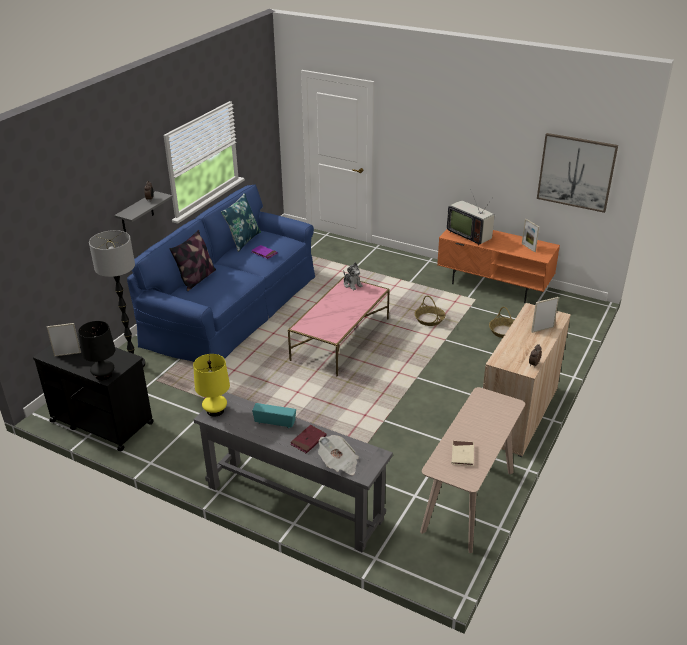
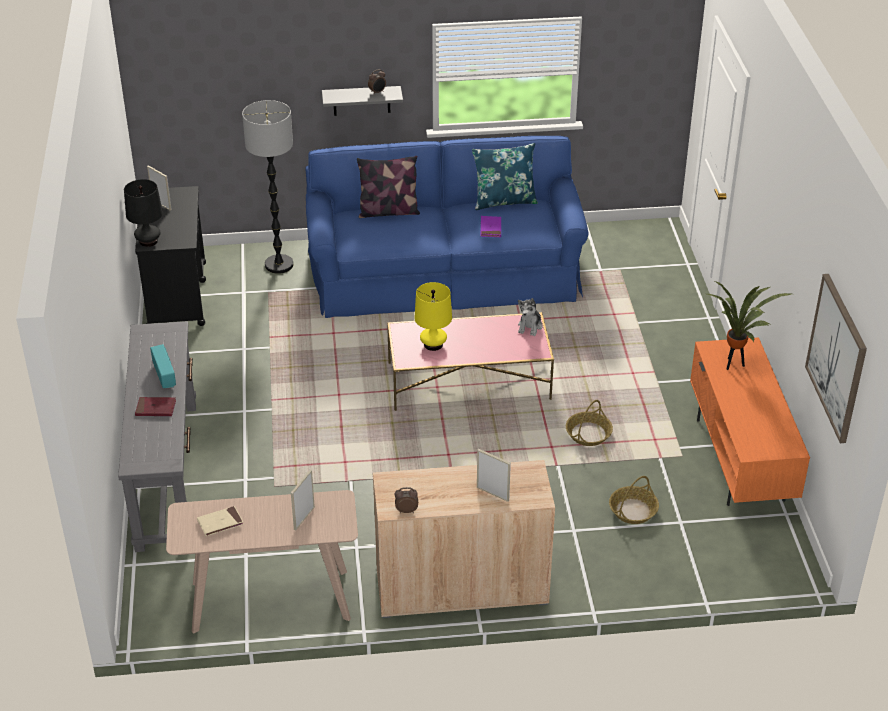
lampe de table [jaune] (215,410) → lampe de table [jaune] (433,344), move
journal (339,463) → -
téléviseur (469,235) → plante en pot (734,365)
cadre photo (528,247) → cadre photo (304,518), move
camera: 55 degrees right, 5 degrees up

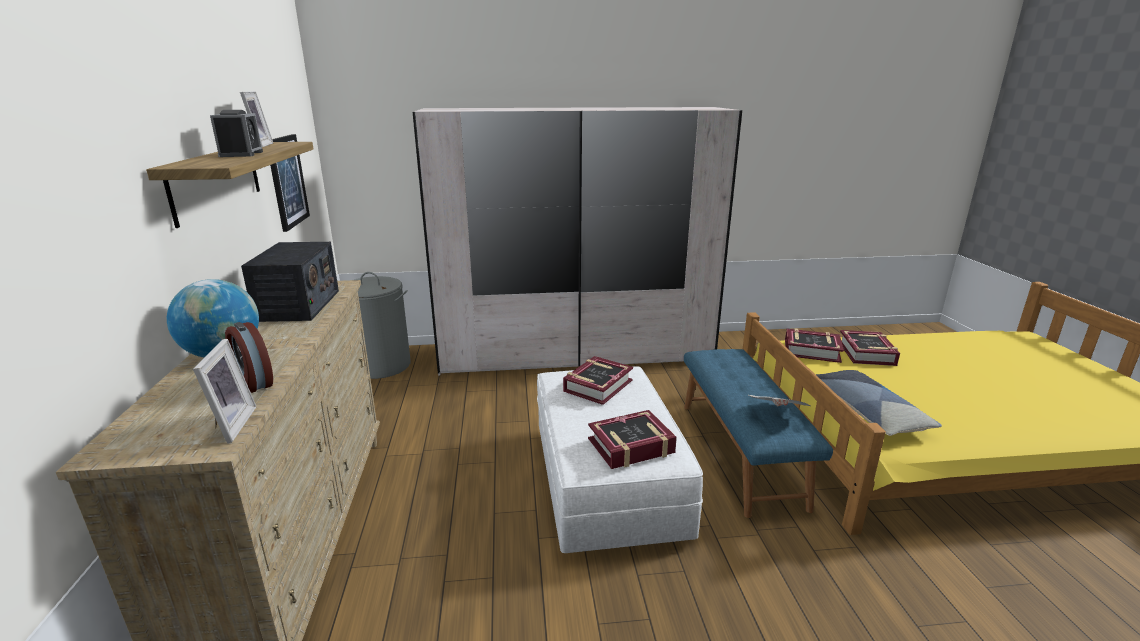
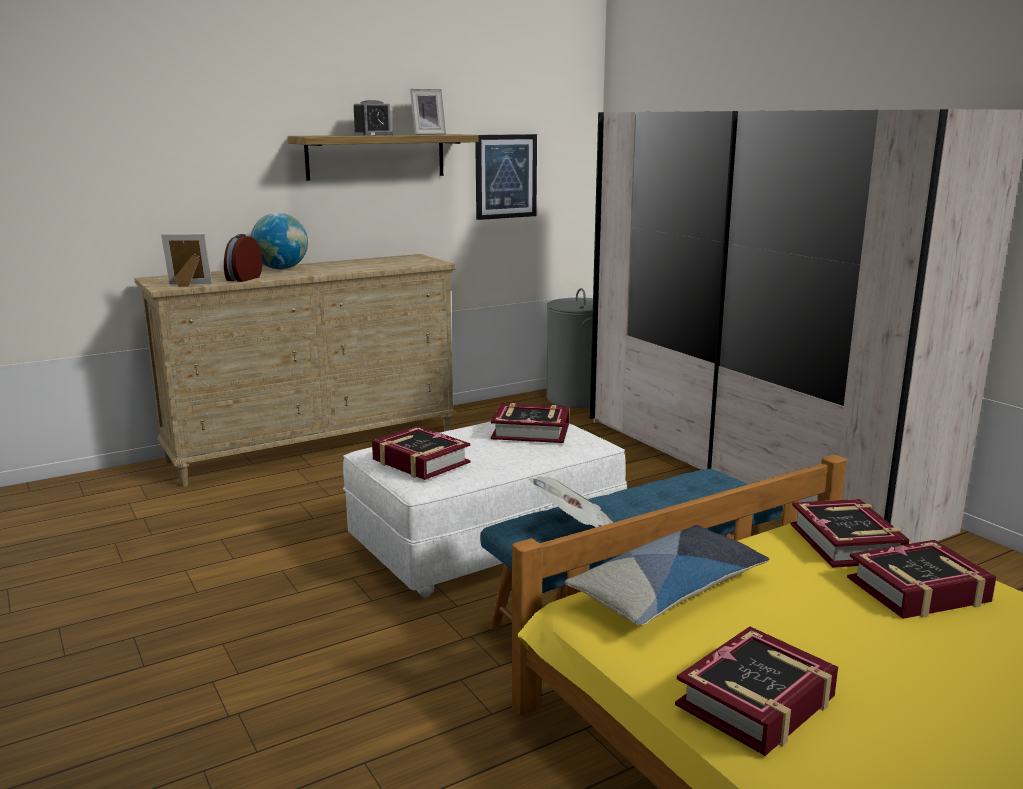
cadre photo (229,425) → cadre photo (188,285), 150 degrees counterclockwise
radio (298,305) → -
- → livre (757,702)
camera: 65 degrees right, 5 degrees down

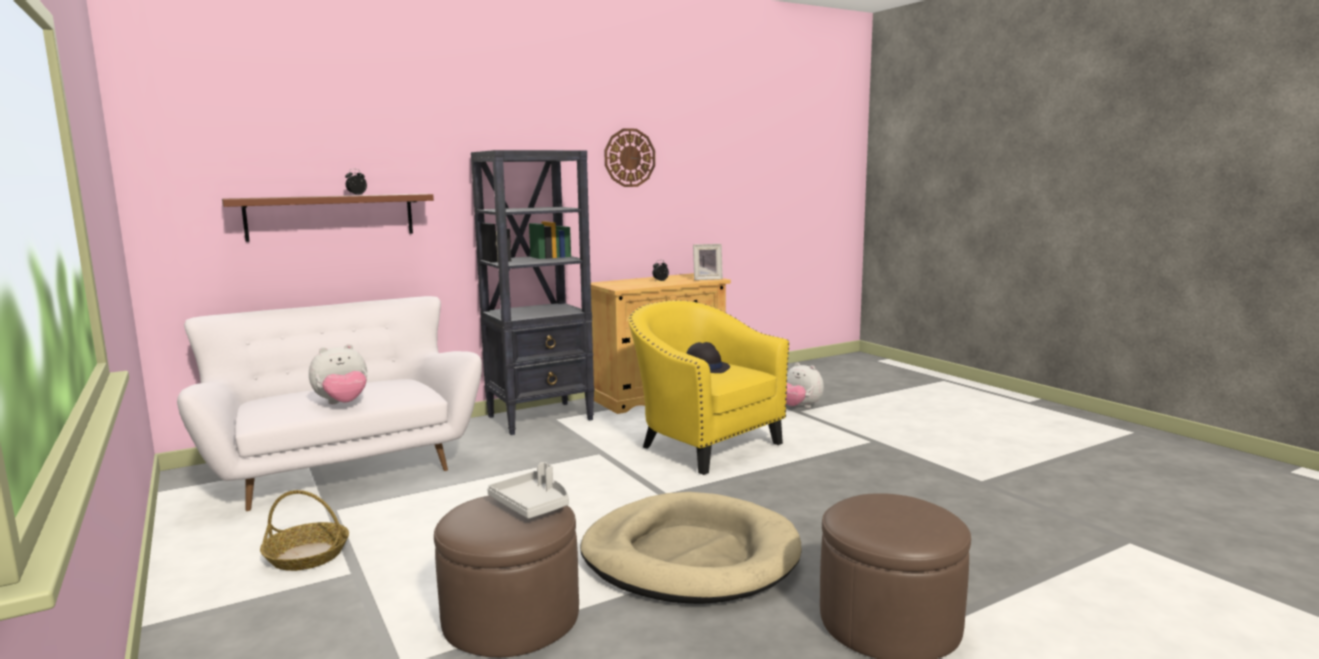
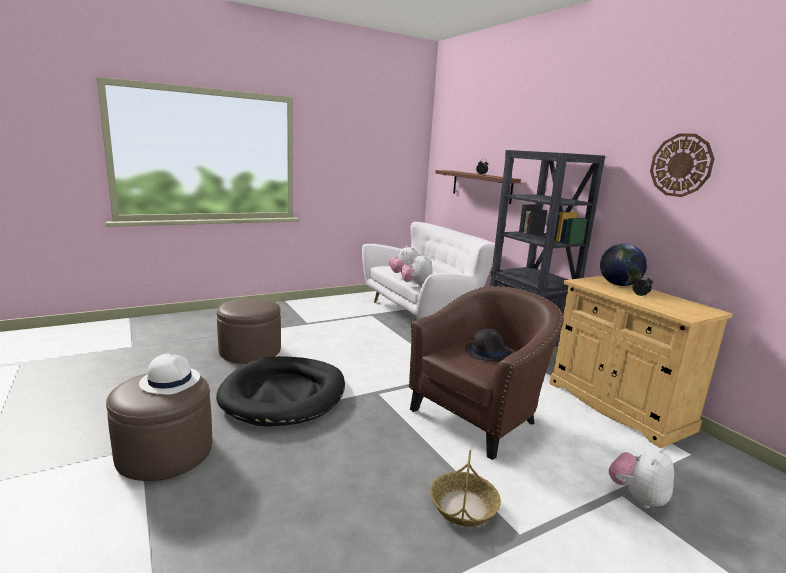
panier (307,555) → panier (463,507), move
plateau [gris] (532,505) → -
panier pour chien [beige] (690,556) → panier pour chien [noir] (284,394)
fauteuil [jaune] (703,445) → fauteuil [marron] (480,416)
cadre photo (707,279) → -
- → chapeau [blanc] (170,381)
- → peluche (416,284)
- → globe (619,285)
camera: 90 degrees right, 5 degrees up

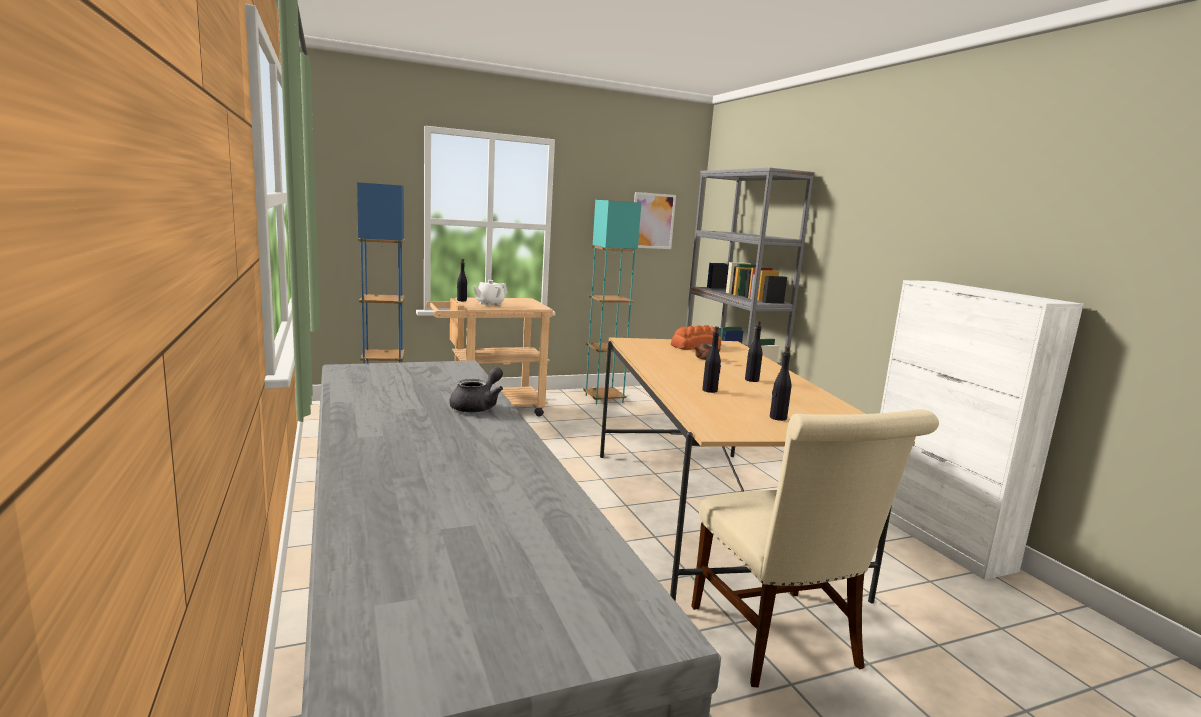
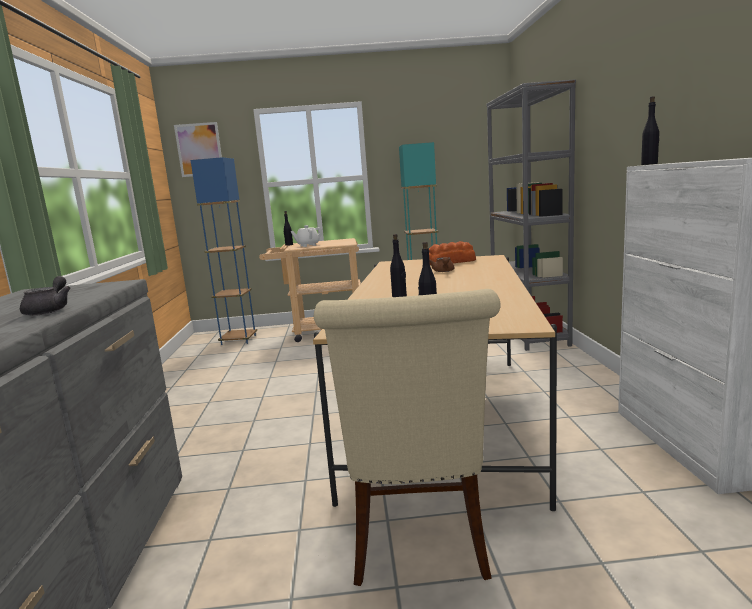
théière [gris] (478,406) → théière [gris] (50,310), 45 degrees counterclockwise
tableau (653,221) → tableau (199,149), move
bouteille [noir] (752,380) → bouteille [noir] (649,164), move
camera: 20 degrees right, 0 degrees up

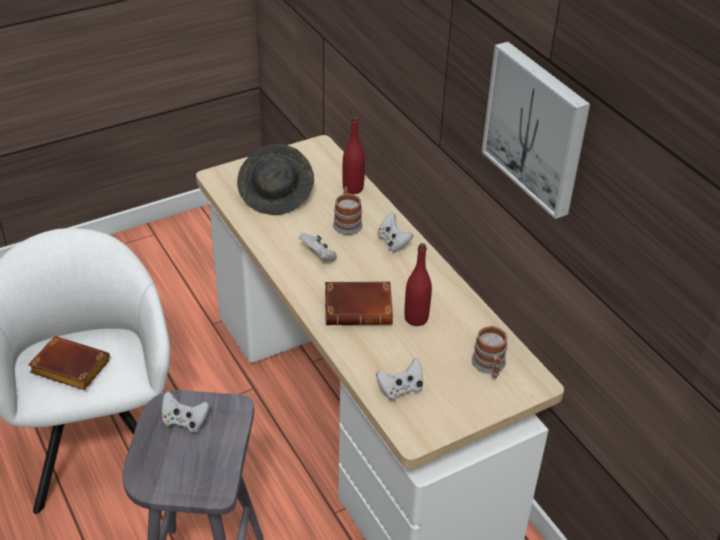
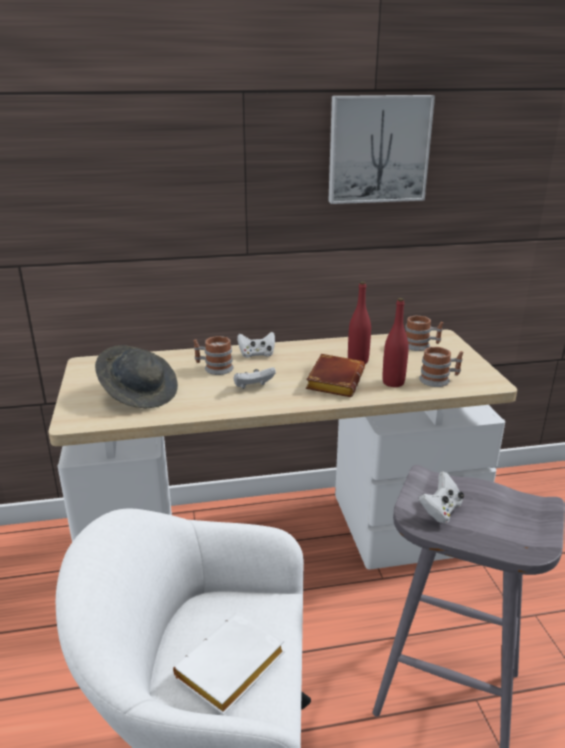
livre [marron] (67,368) → livre [blanc] (230,670)
bouteille [rouge] (353,188) → bouteille [rouge] (393,382), move
manette [blanc] (400,389) → mug (439,380)
camera: 70 degrees left, 15 degrees down

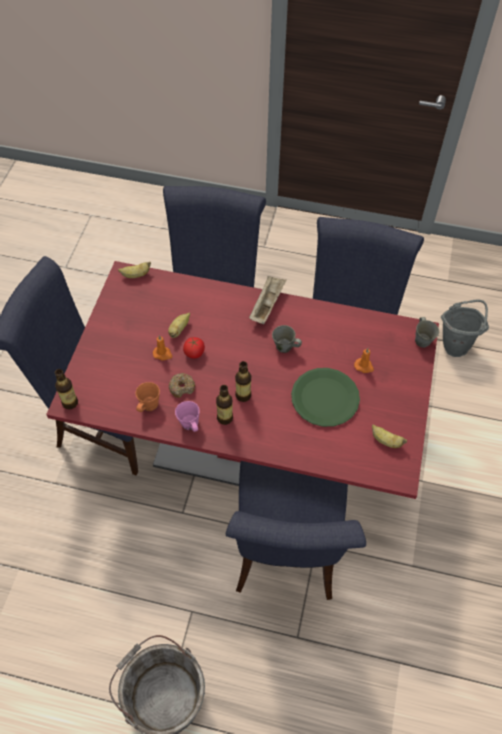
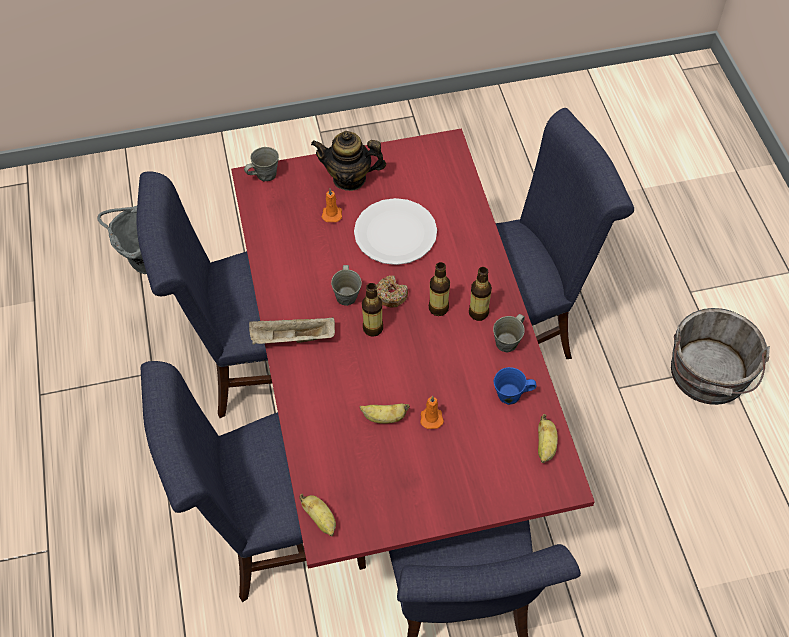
bouteille (70,403) → bouteille (373,328), move
mug [orange] (148,405) → mug [bleu] (510,395)
beignet (182,387) → beignet (391,295), move
mug [rose] (189,424) → mug [gris] (508,342)
tomate (194,353) → -
assiette [vert] (325,398) → assiette [blanc] (395,233)
banane (385,441) → banane (545,446), move
- → théière (349,178)
camera: 115 degrees left, 0 degrees up

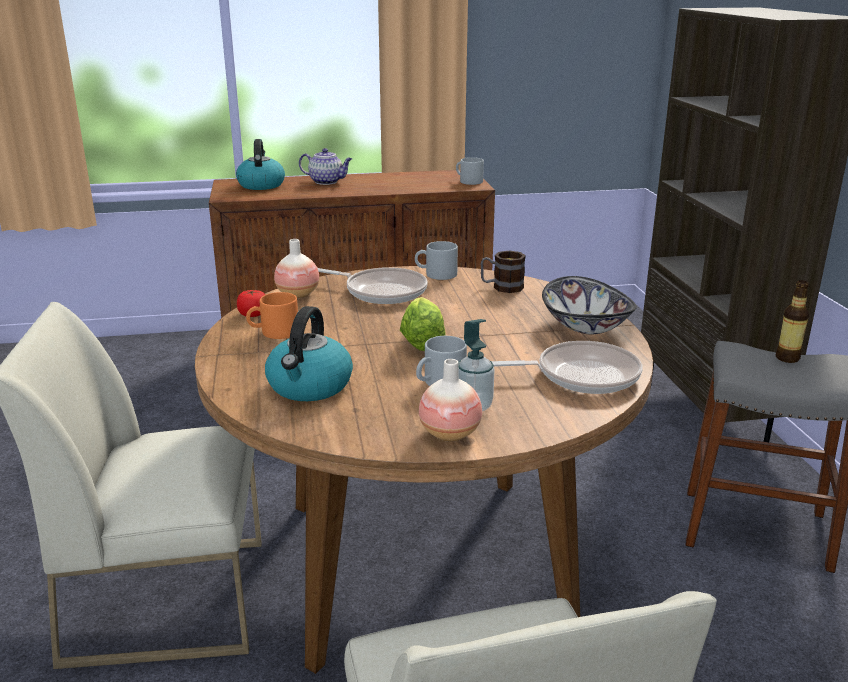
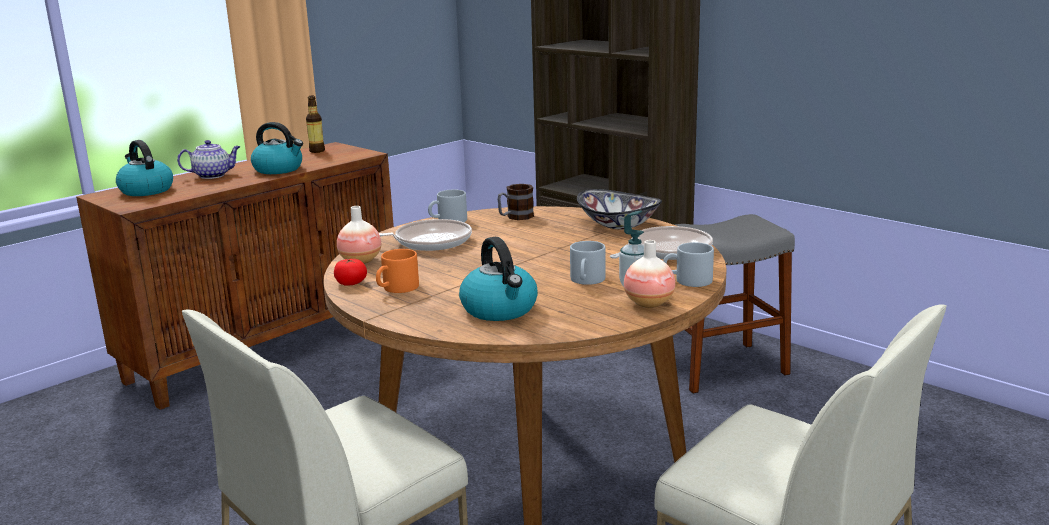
laitue (423,339) → -
mug [gris] (468,181) → mug [gris] (687,281), move
bouteille (787,358) → bouteille (317,151), move
- → bouilloire (279,169)
camera: 35 degrees left, 5 degrees down

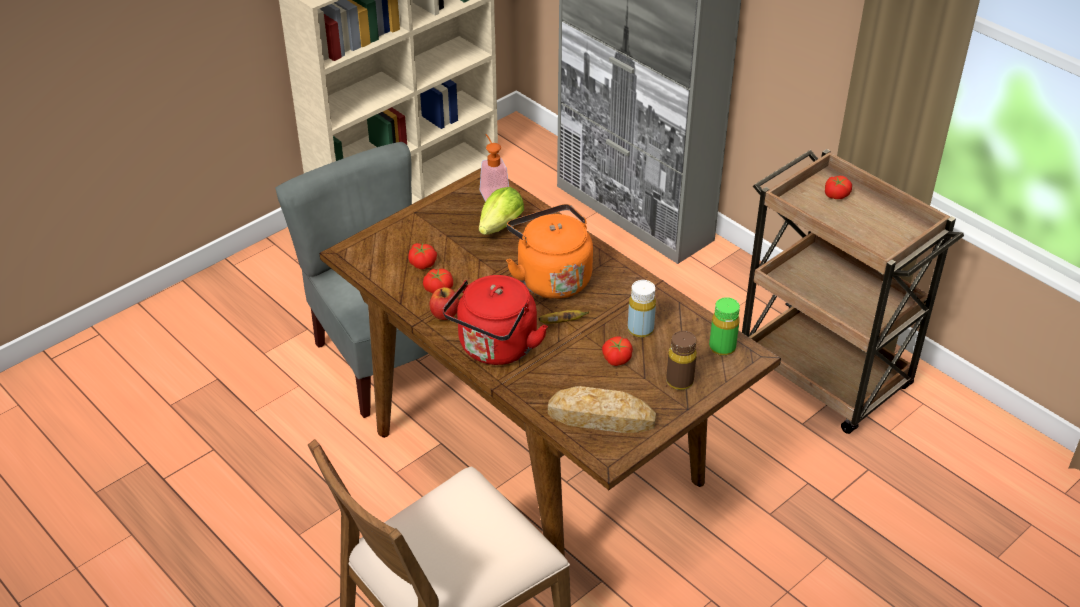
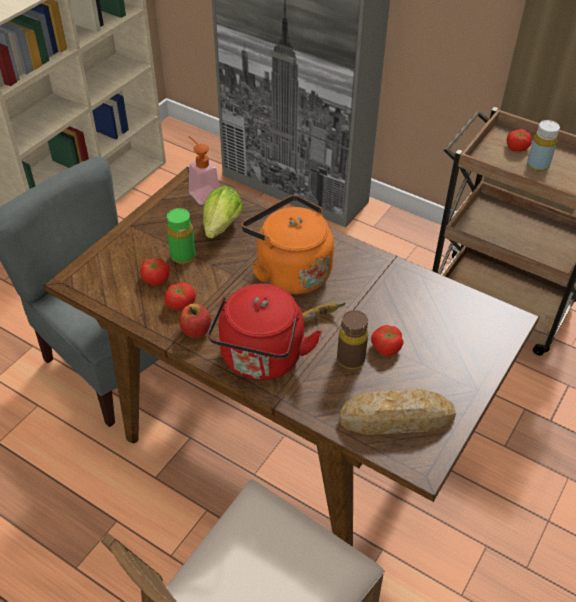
bouteille [jaune] (640,330) → bouteille [jaune] (537,166), move
bouteille [marron] (679,381) → bouteille [marron] (350,359), move
bouteille [vert] (722,348) → bouteille [vert] (183,256), move
camera: 15 degrees left, 5 degrees up

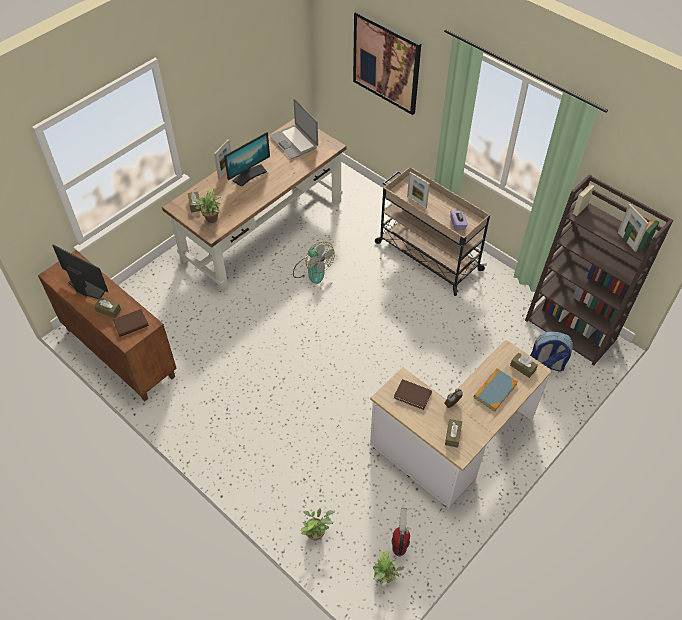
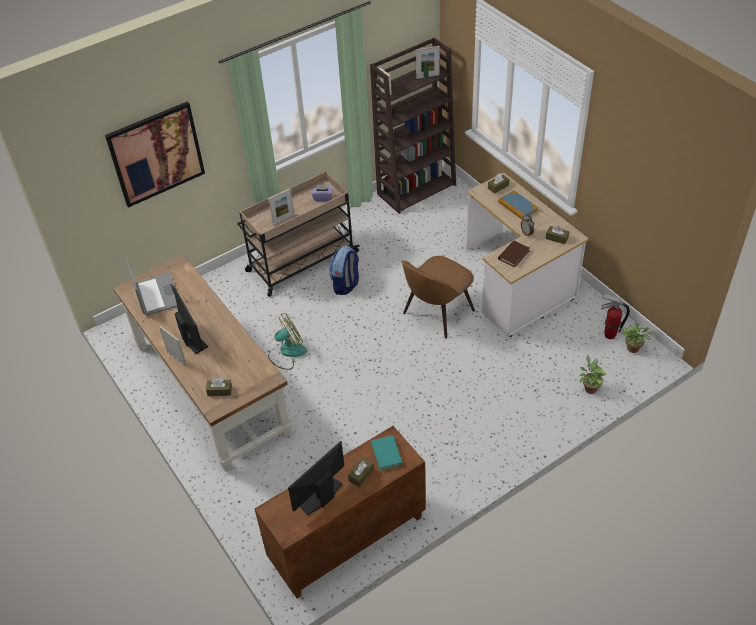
livre [marron] (131,324) → livre [turquoise] (386,454)
plante en pot (210,220) → -
ordinateur portable (294,142) → ordinateur portable (156,295), 90 degrees counterclockwise
sac à dos (546,364) → sac à dos (346,284), move
- → chaise [marron] (436,314)
camera: 75 degrees left, 5 degrees down

